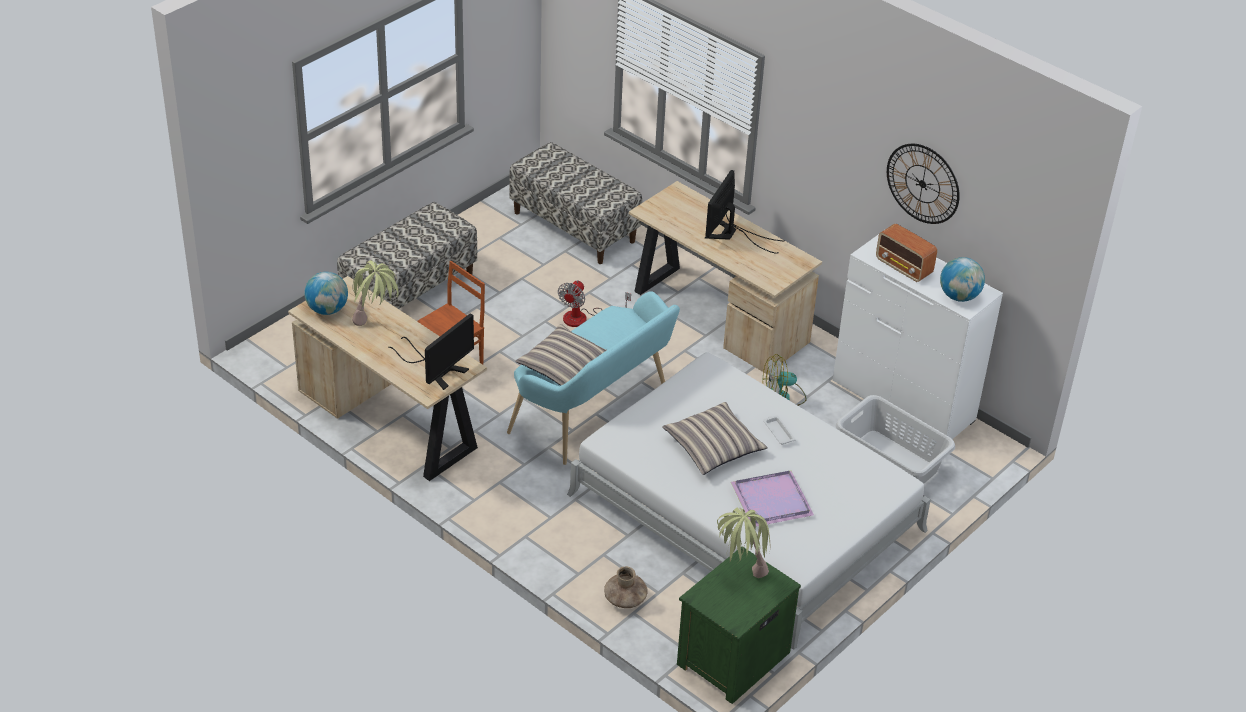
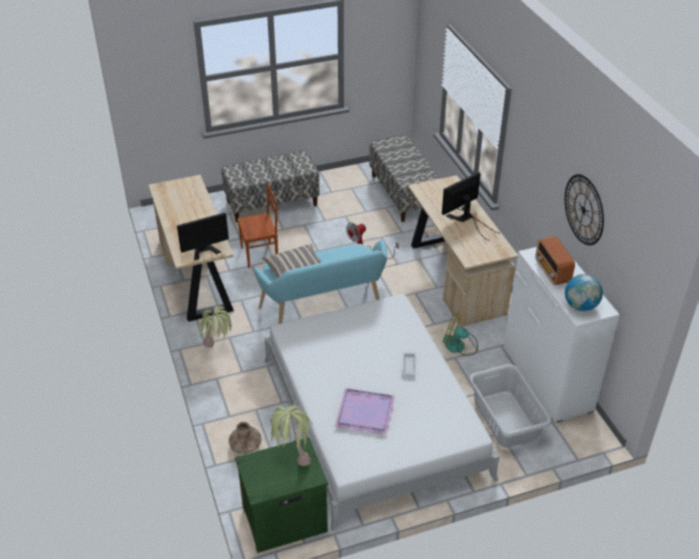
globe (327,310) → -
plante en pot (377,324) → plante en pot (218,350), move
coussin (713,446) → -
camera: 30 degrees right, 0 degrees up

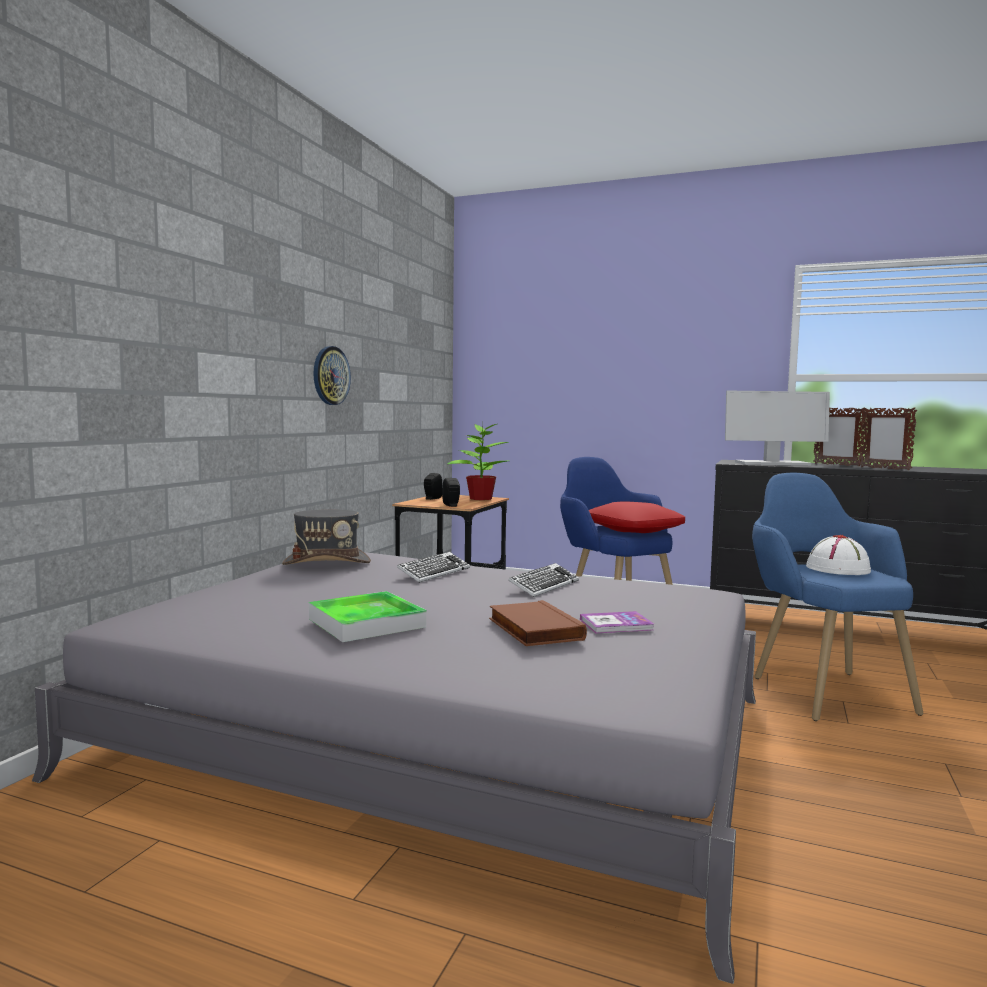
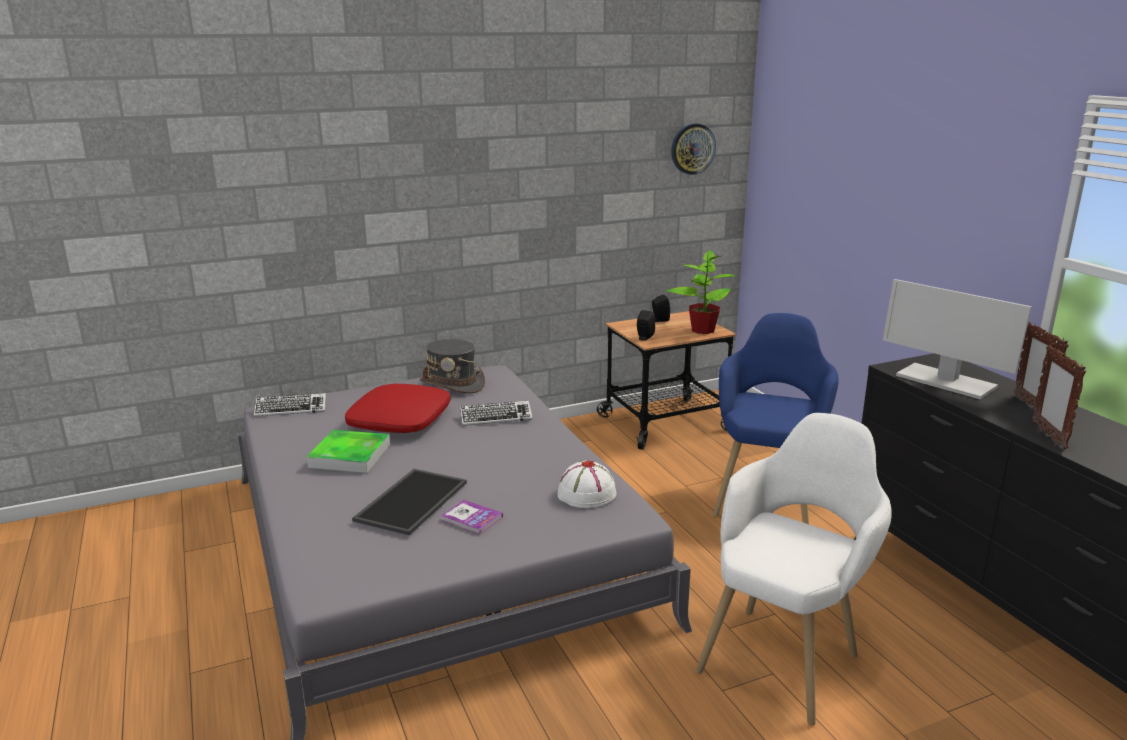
horloge murale (330,375) → horloge murale (692,149), move
livre [marron] (532,629) → plateau (411,500)
clavier (544,586) → clavier (291,409), move
coussin [rouge] (634,529) → coussin [rouge] (400,421), move
fauteuil [bleu] (821,688) → fauteuil [blanc] (786,652)
chapeau [blanc] (838,569) → chapeau [blanc] (586,494), move
camera: 45 degrees right, 15 degrees up

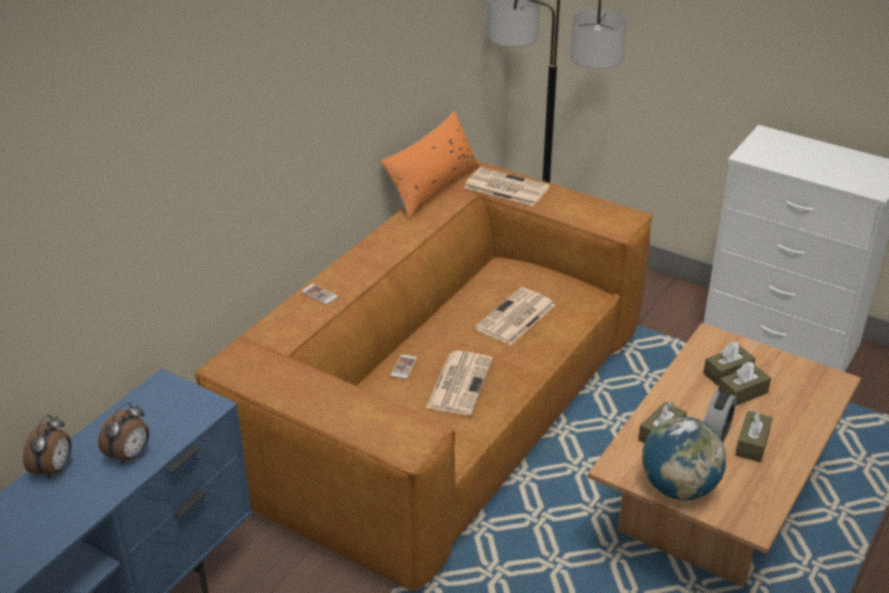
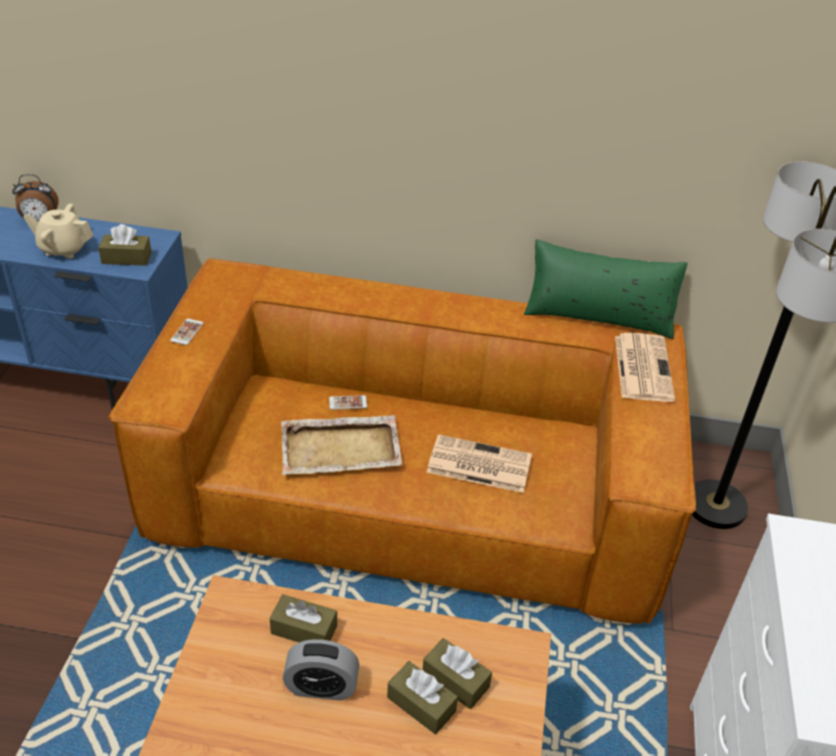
réveil (130,455) → théière [beige] (63,249)
téléphone (319,294) → téléphone (187,332), move
coussin [orange] (432,188) → coussin [vert] (598,315)
journal (459,382) → plateau [beige] (341,448)
globe (679,488) → -
boîte à mouchoirs [marron] (752,444) → boîte à mouchoirs [marron] (126,258), move
camera: 65 degrees right, 5 degrees up

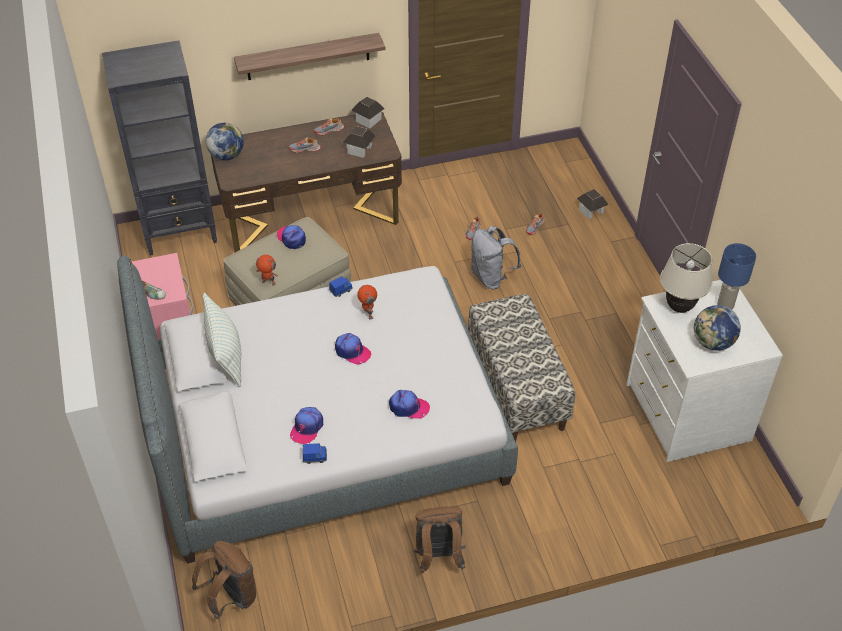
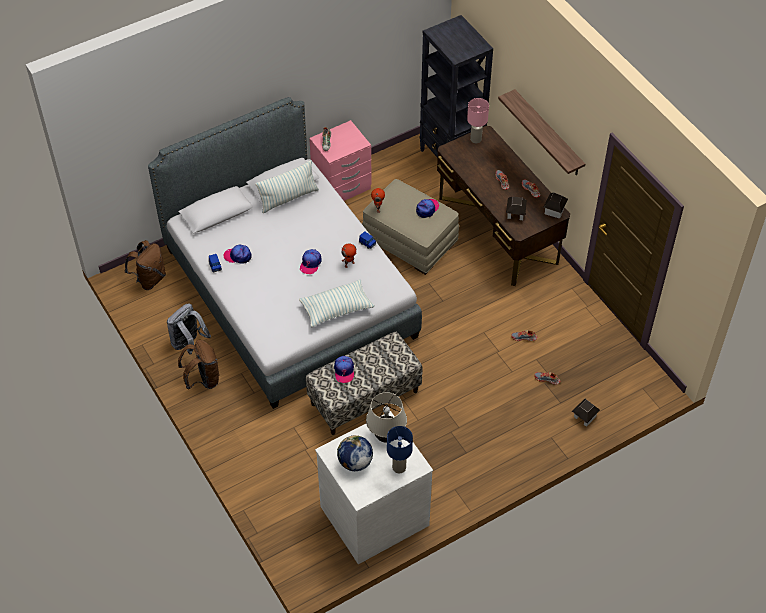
globe (226,155) → lampe de table [rose] (476,139)
casquette (408,407) → casquette (344,371), move
sac à dos [gris] (491,277) → sac à dos [gris] (188,344), move
- → coussin (336,309)
camera: 75 degrees right, 5 degrees up

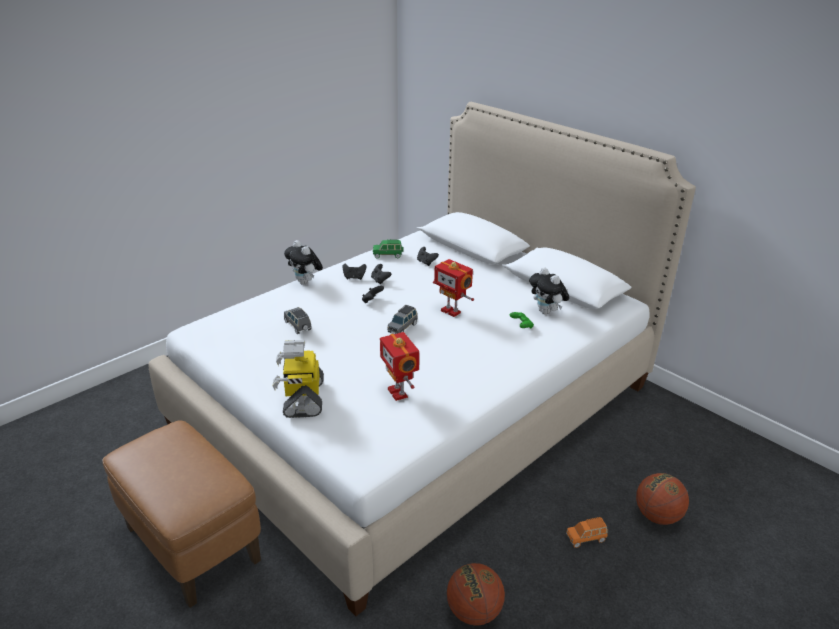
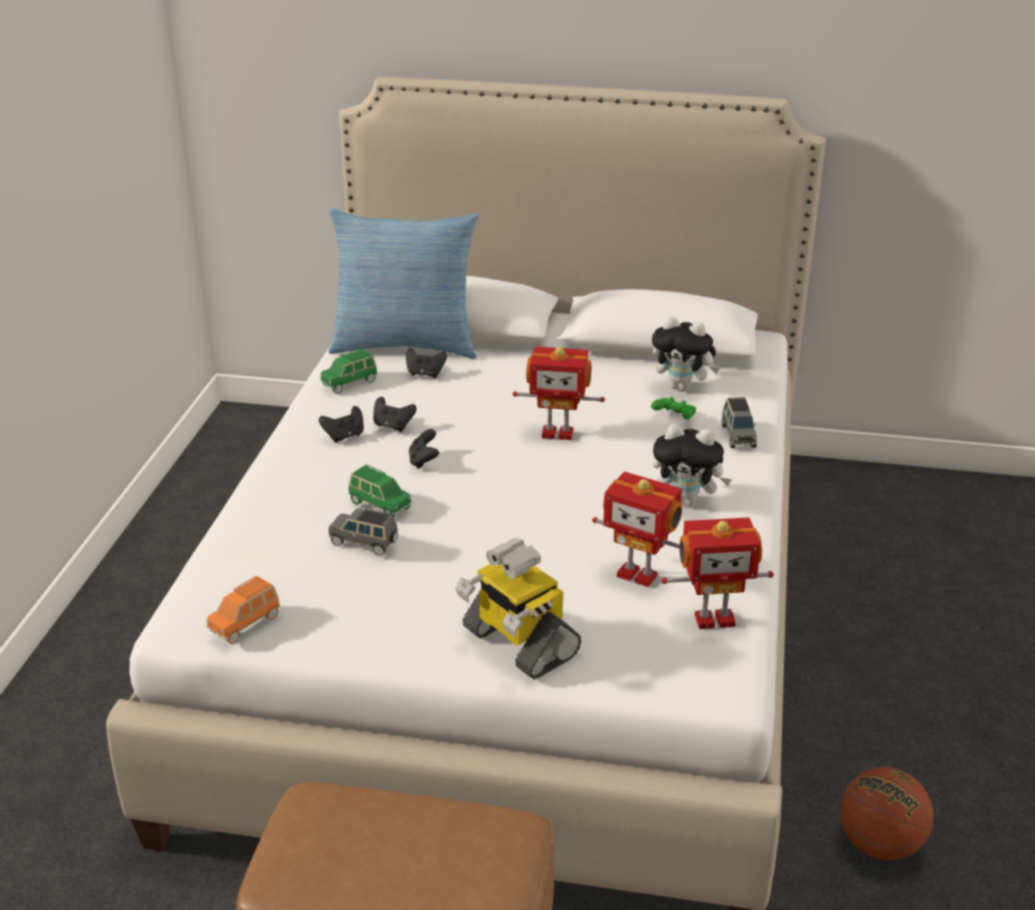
peluche (305,282) → peluche (687,501), move
petite voiture [gris] (402,328) → petite voiture [gris] (738,436), move
petite voiture [orange] (586,538) → petite voiture [orange] (245,623), move
ballon de basket (657,516) → -
- → coussin (405,344)
- → petite voiture [vert] (379,505)
- → robot jouet (714,618)
camera: 35 degrees left, 0 degrees up

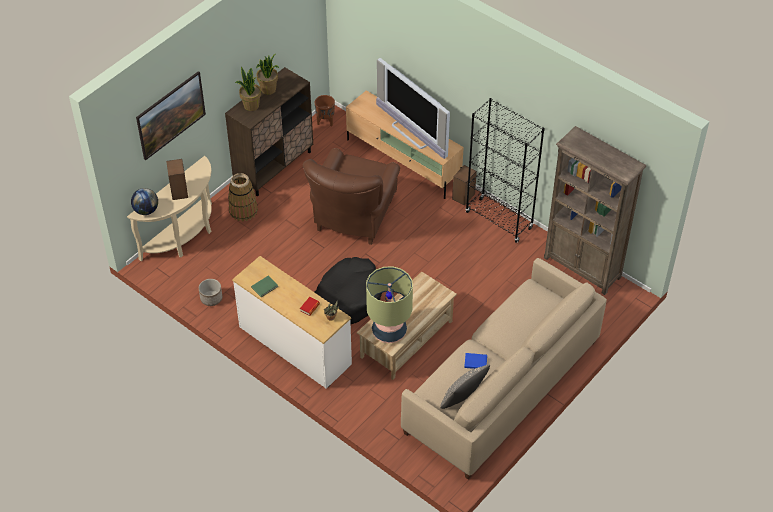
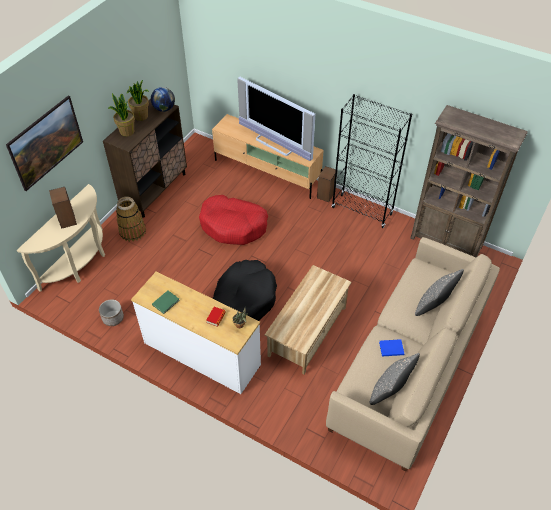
globe (146,210) → globe (164,109), move
fauteuil [marron] (353,218) → panier pour chien [rouge] (233,226)
cache-pot [marron] (325,122) → -
lampe de table (389,331) → -
- → coussin [gris] (433,305)
camera: 10 degrees left, 0 degrees up

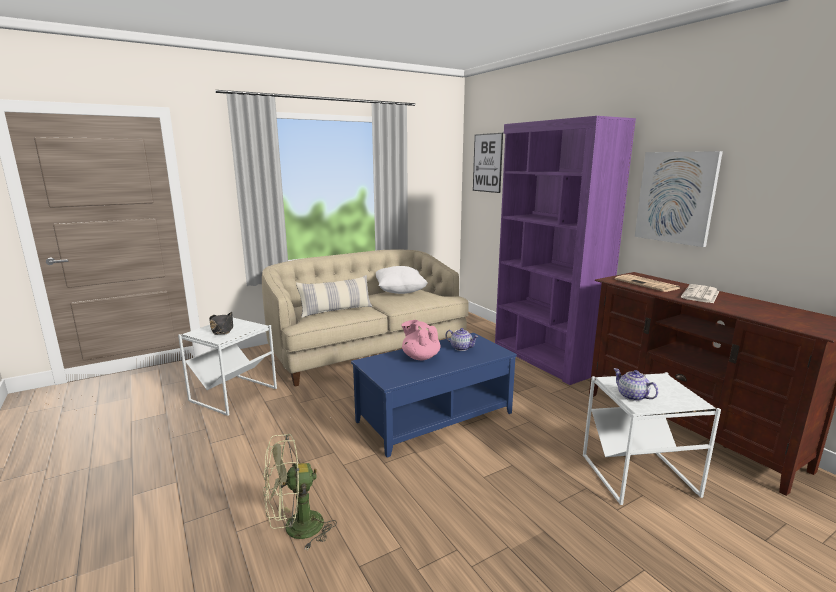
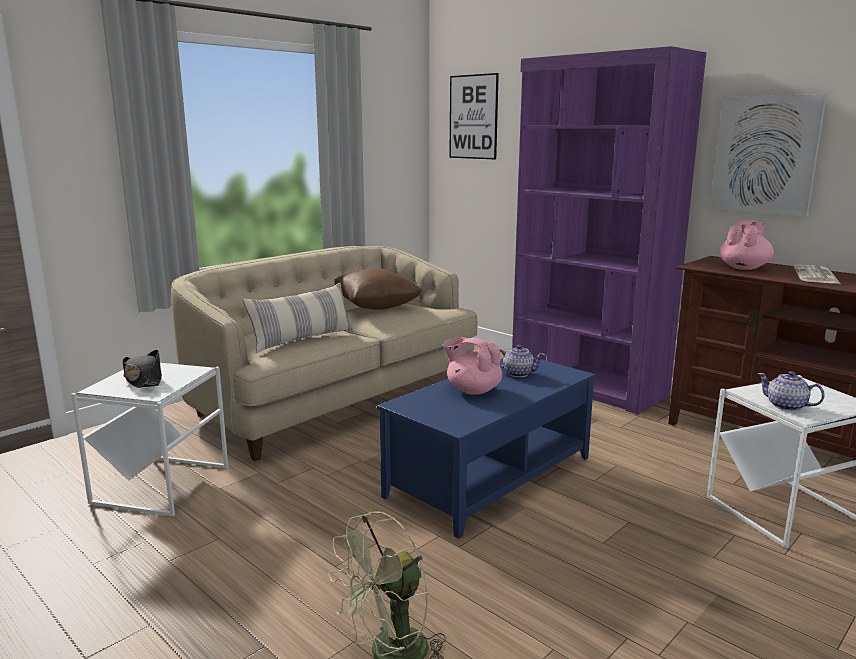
coussin [blanc] (400,292) → coussin [marron] (376,307)
journal (647,284) → théière [rose] (744,268)
camera: 15 degrees left, 0 degrees up

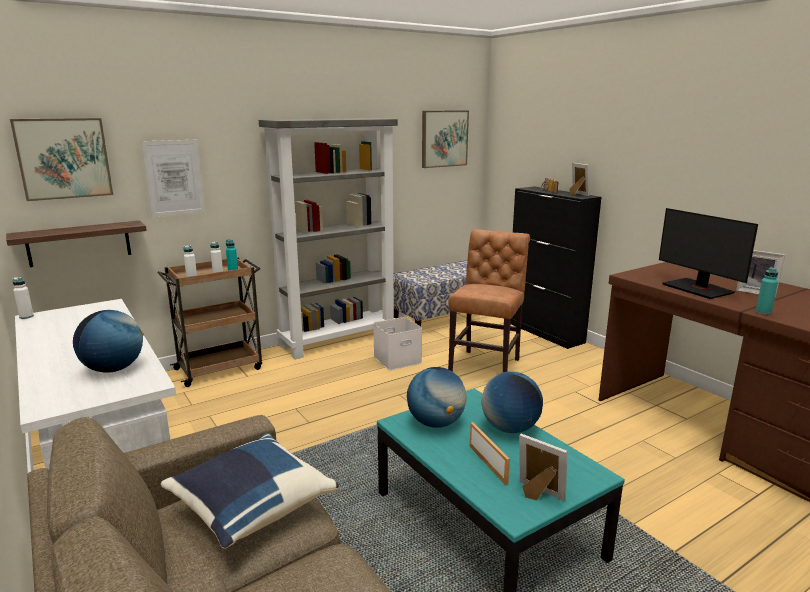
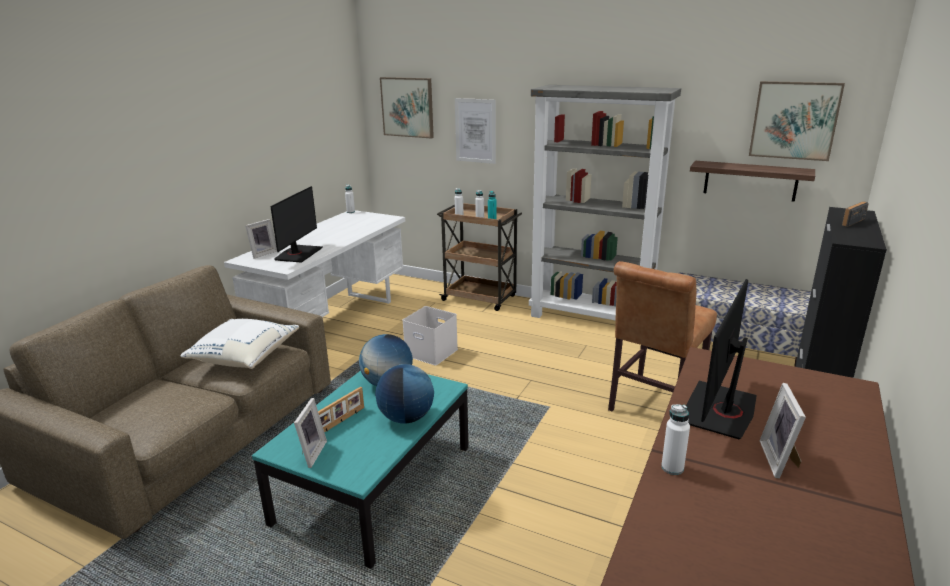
étagère (79,243) → étagère (750,180), move
globe (113,369) → écran d'ordinateur (298,254)
coussin [bleu] (250,507) → coussin [blanc] (244,357)
boîte de rangement [blanc] (398,359) → boîte de rangement [blanc] (432,352), move
chaise [marron] (486,365) → chaise [marron] (652,407), 135 degrees clockwise
cadre photo (577,194) → cadre photo (262,253), move
bouteille [turquoise] (763,312) → bouteille [blanc] (672,468)
camera: 60 degrees right, 5 degrees up

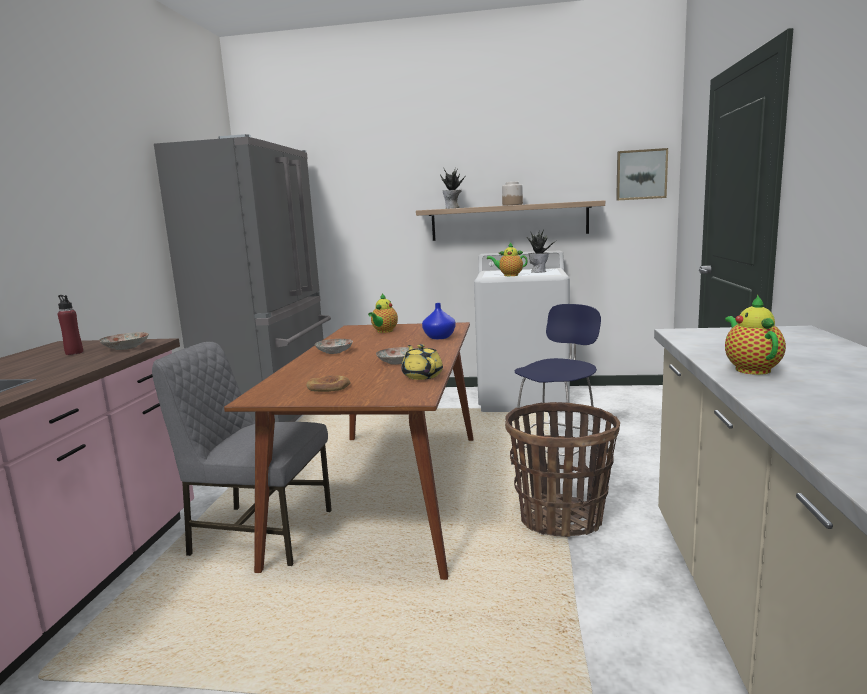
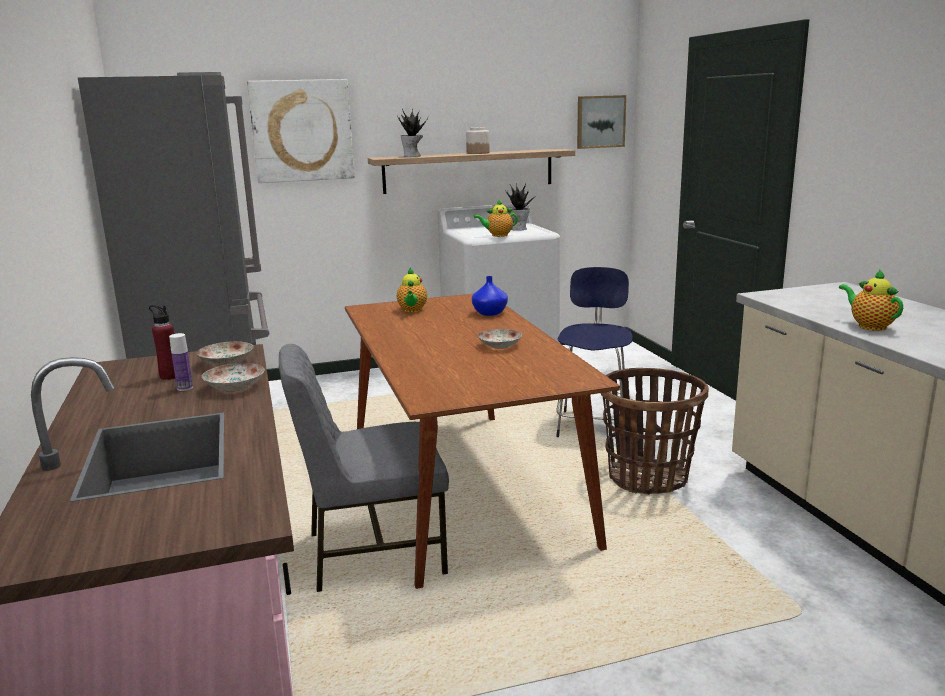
pain (329,387) → -
assiette (335,352) → assiette (236,386), move
théière [jaune] (422,376) → -
- → bouteille (185,388)
- → tableau (302,131)
camera: 25 degrees left, 5 degrees up

